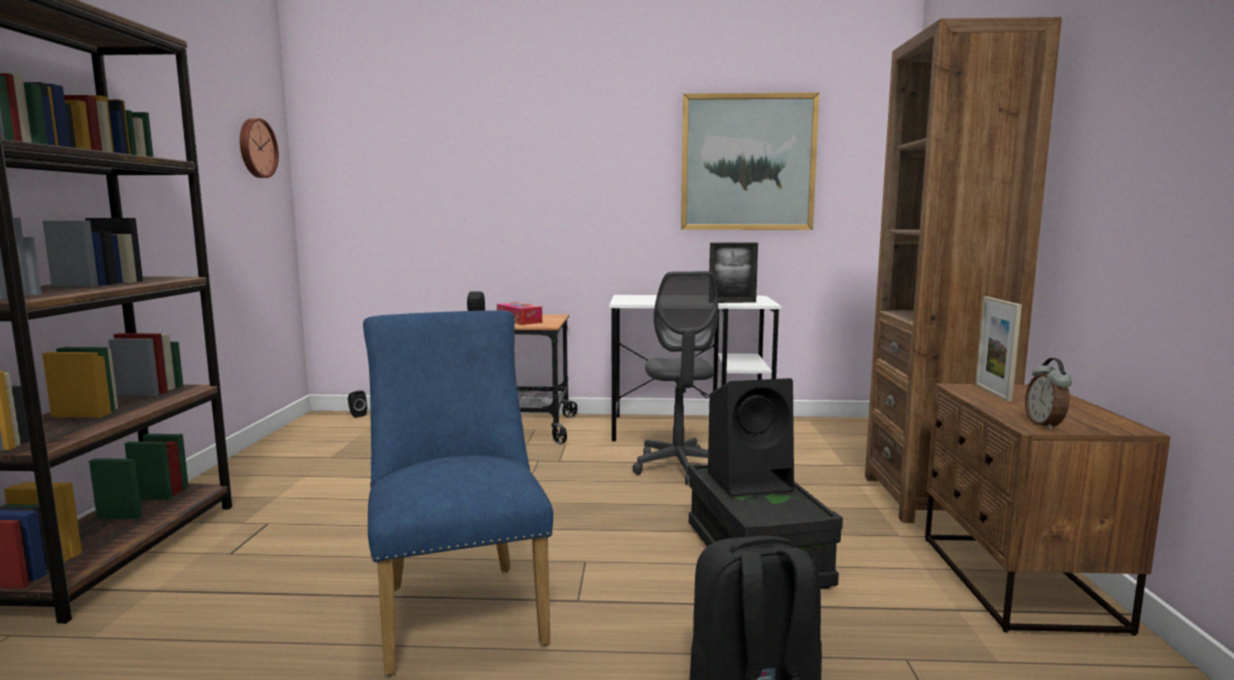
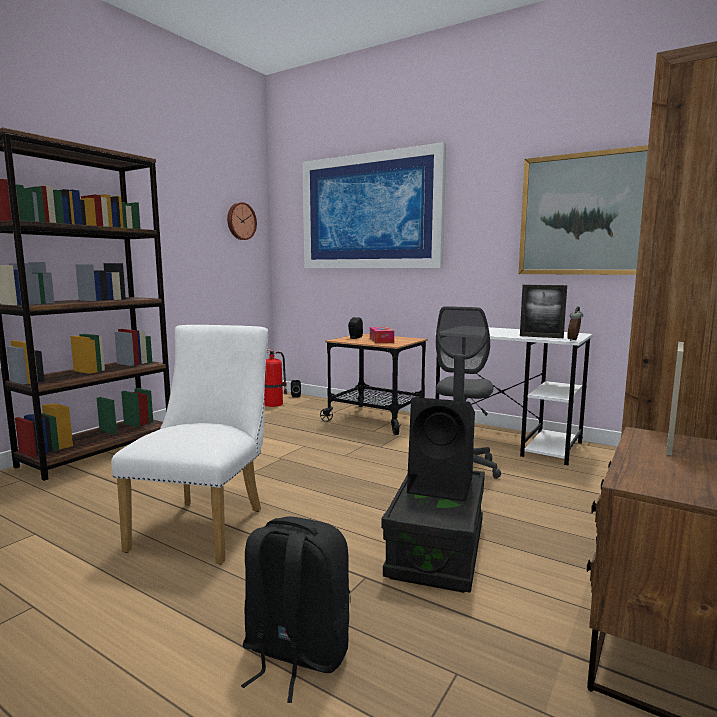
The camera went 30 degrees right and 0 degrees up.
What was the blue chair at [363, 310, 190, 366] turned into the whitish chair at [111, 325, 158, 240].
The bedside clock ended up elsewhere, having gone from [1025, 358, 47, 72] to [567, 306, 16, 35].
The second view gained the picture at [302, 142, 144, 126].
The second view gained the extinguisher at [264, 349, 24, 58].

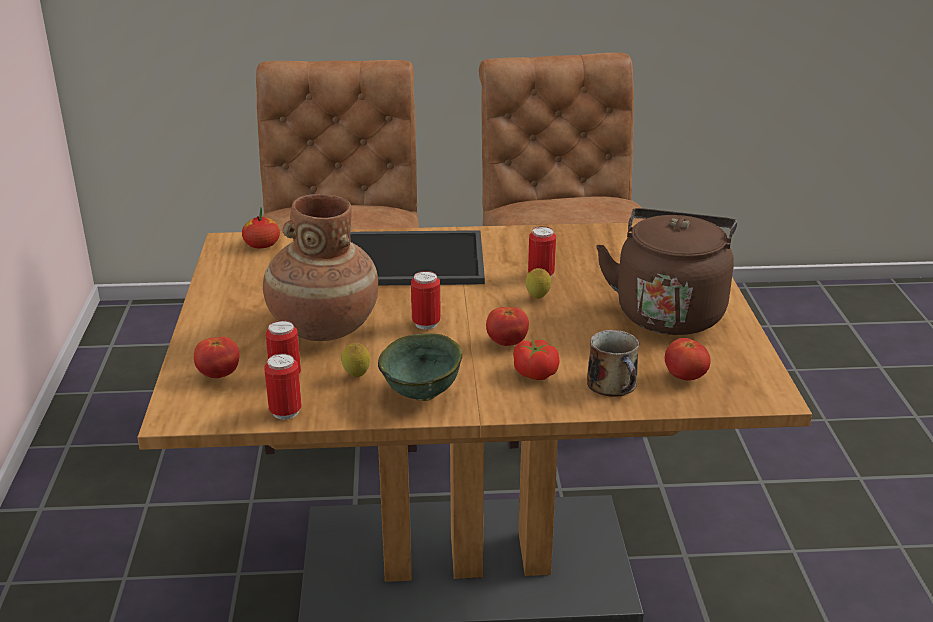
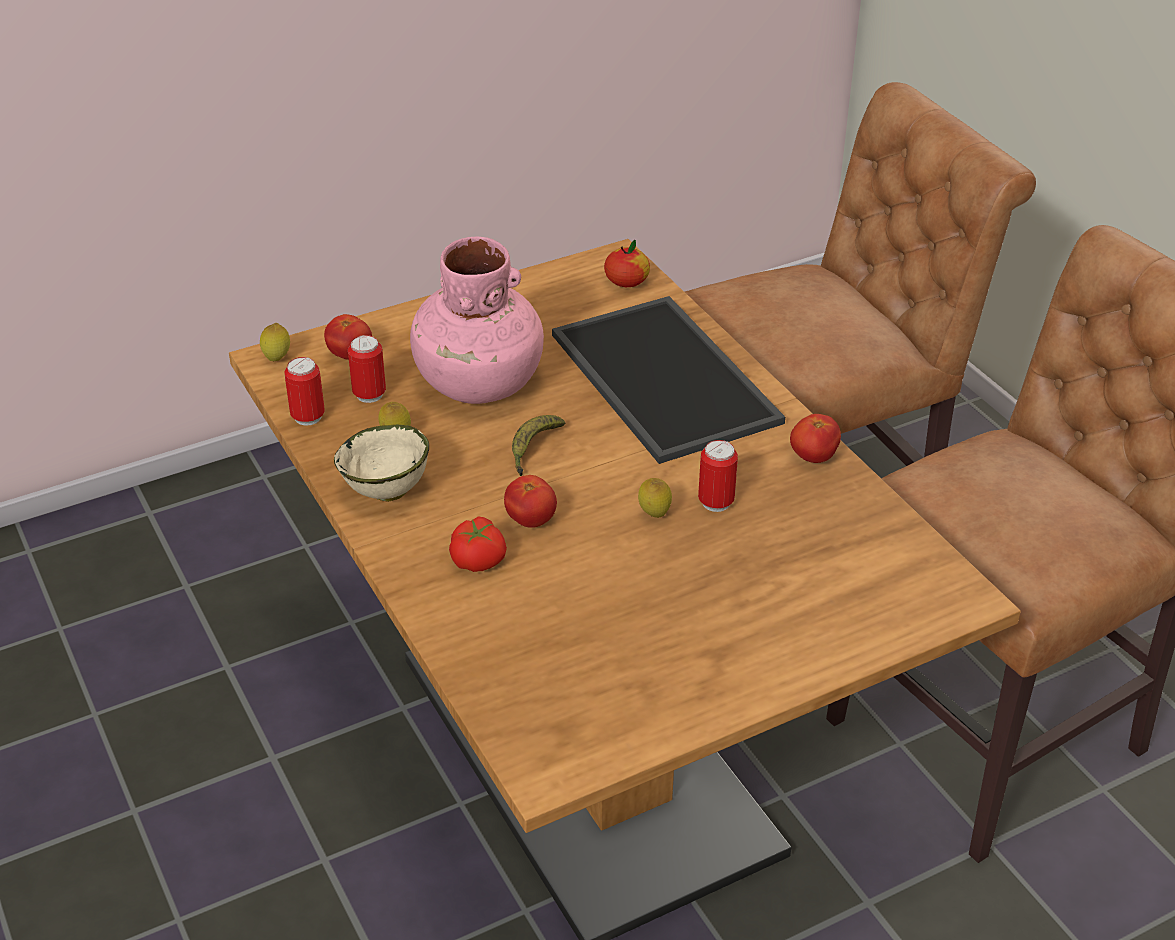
The camera went 65 degrees right and 10 degrees up.
What was the brown decorative vase at [263, 194, 115, 147] turned into the pink-coloured decorative vase at [410, 237, 134, 167].
The second view lost the brown kettle at [596, 208, 141, 127].
Where the sealed can stood at [411, 271, 30, 59], the banana fruit came to stand at [512, 415, 53, 61].
The second view lost the coffee mug at [587, 330, 52, 67].
What was the green-coloured deep dish at [378, 333, 85, 68] turned into the beige deep dish at [334, 425, 95, 77].
The fresh tomato ended up elsewhere, having gone from [665, 338, 46, 42] to [790, 414, 51, 49].
The second view gained the citrus fruit at [260, 323, 30, 38].

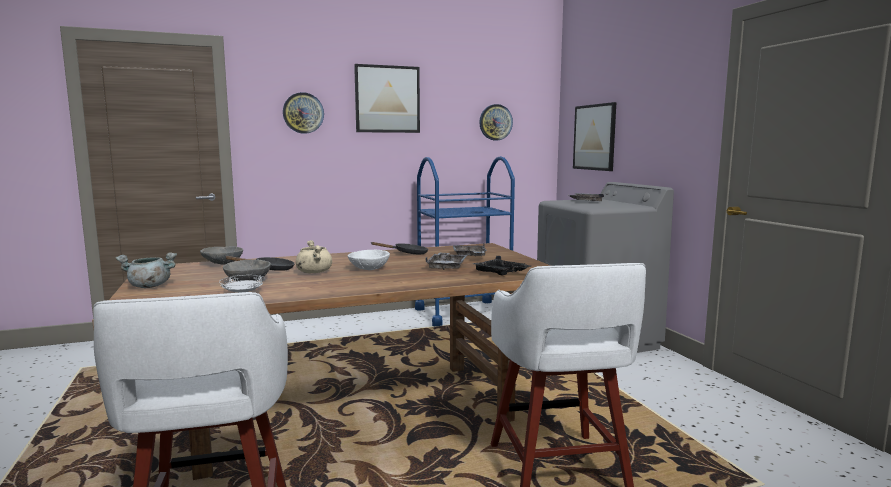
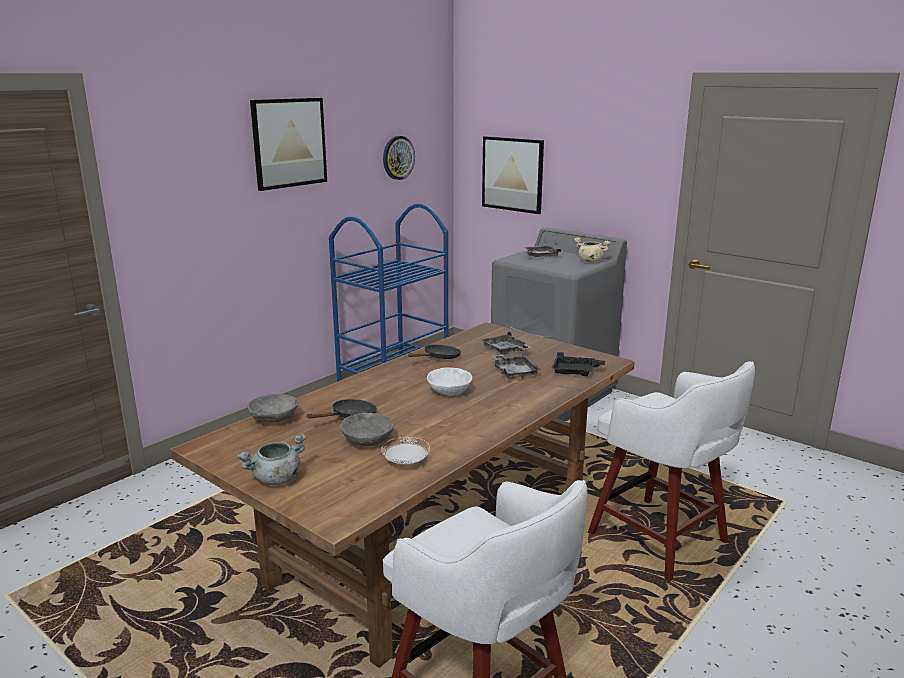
The camera went 30 degrees left and 10 degrees up.
The second view lost the clock on the wall at [283, 92, 41, 42].
The beige stockpot ended up elsewhere, having gone from [296, 240, 36, 33] to [574, 237, 37, 25].

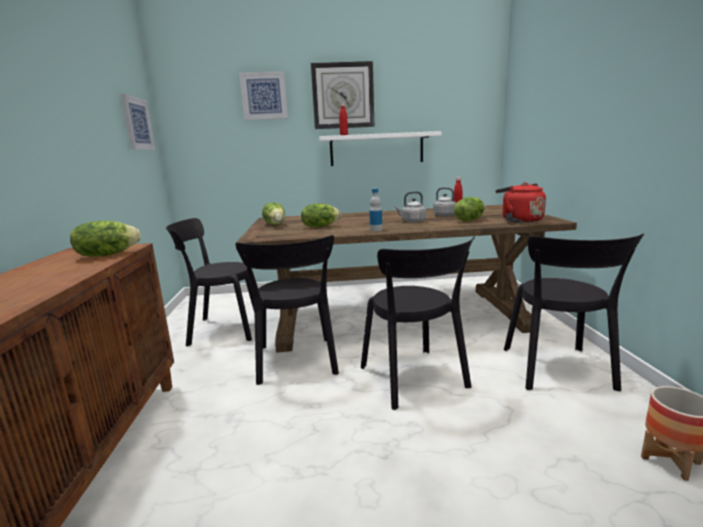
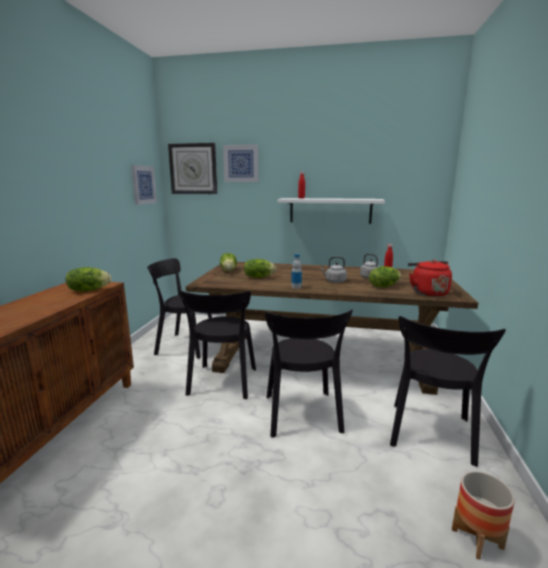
The camera went 15 degrees right and 0 degrees up.
The clock on the wall ended up elsewhere, having gone from [311, 61, 64, 68] to [168, 143, 49, 51].

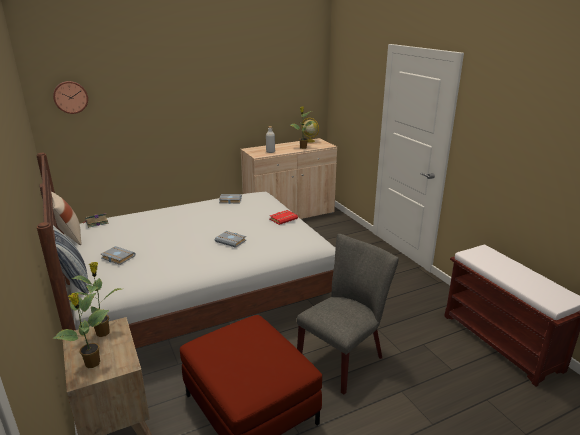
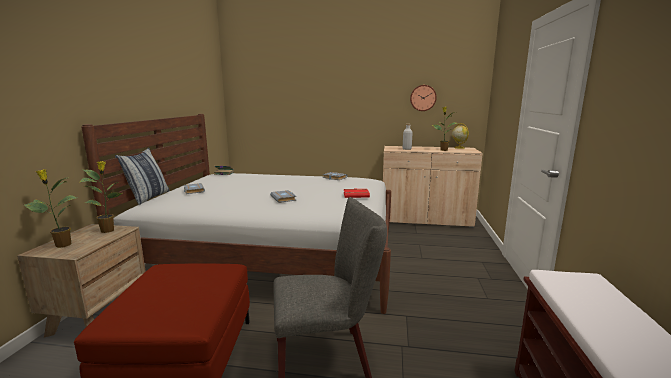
The camera went 35 degrees right and 10 degrees down.
The clock on the wall ended up elsewhere, having gone from [53, 81, 35, 33] to [410, 85, 27, 26].
The second view lost the beige cushion at [51, 192, 30, 53].

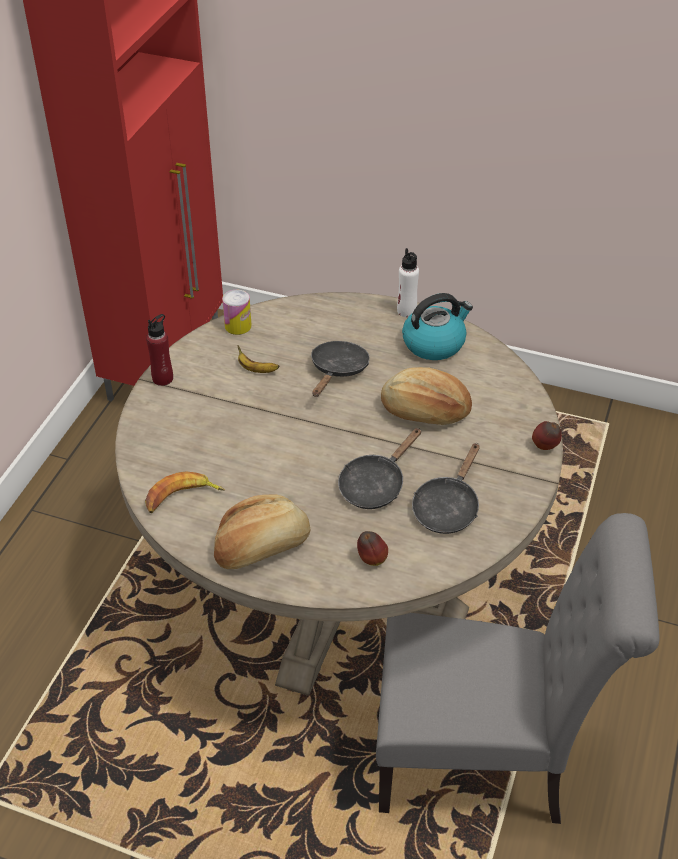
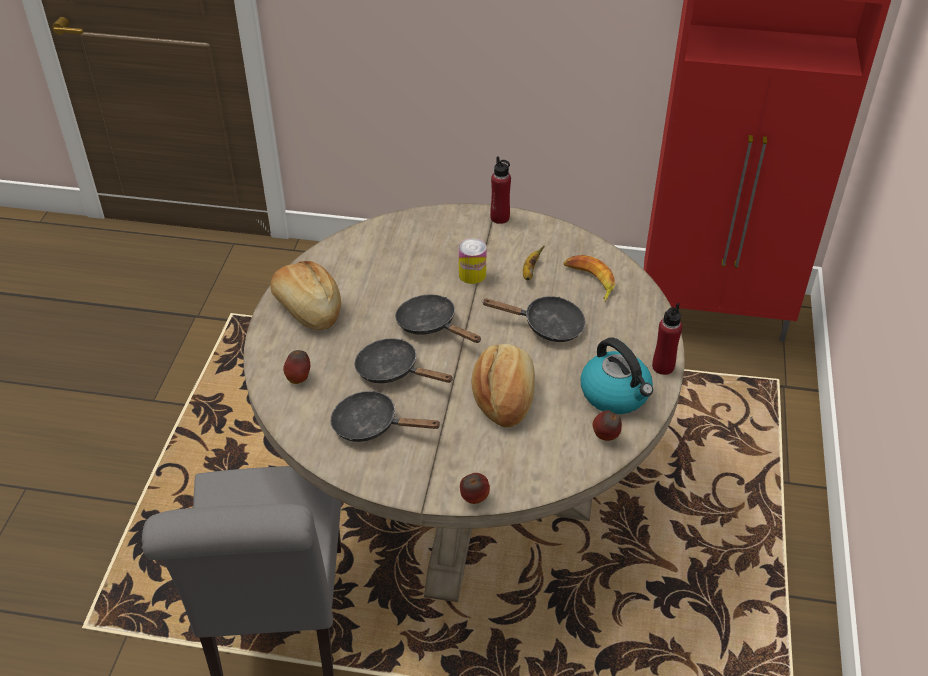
The camera went 80 degrees right and 0 degrees up.
What was the whitish beverage bottle at [397, 248, 22, 69] turned into the red beverage bottle at [652, 303, 30, 72].
The sealed can ended up elsewhere, having gone from [222, 290, 30, 45] to [459, 238, 28, 46].
The banana fruit ended up elsewhere, having gone from [145, 471, 80, 42] to [564, 255, 51, 47].
The second view gained the black-coloured skillet at [395, 294, 86, 49].
The second view gained the apple fruit at [592, 410, 30, 31].

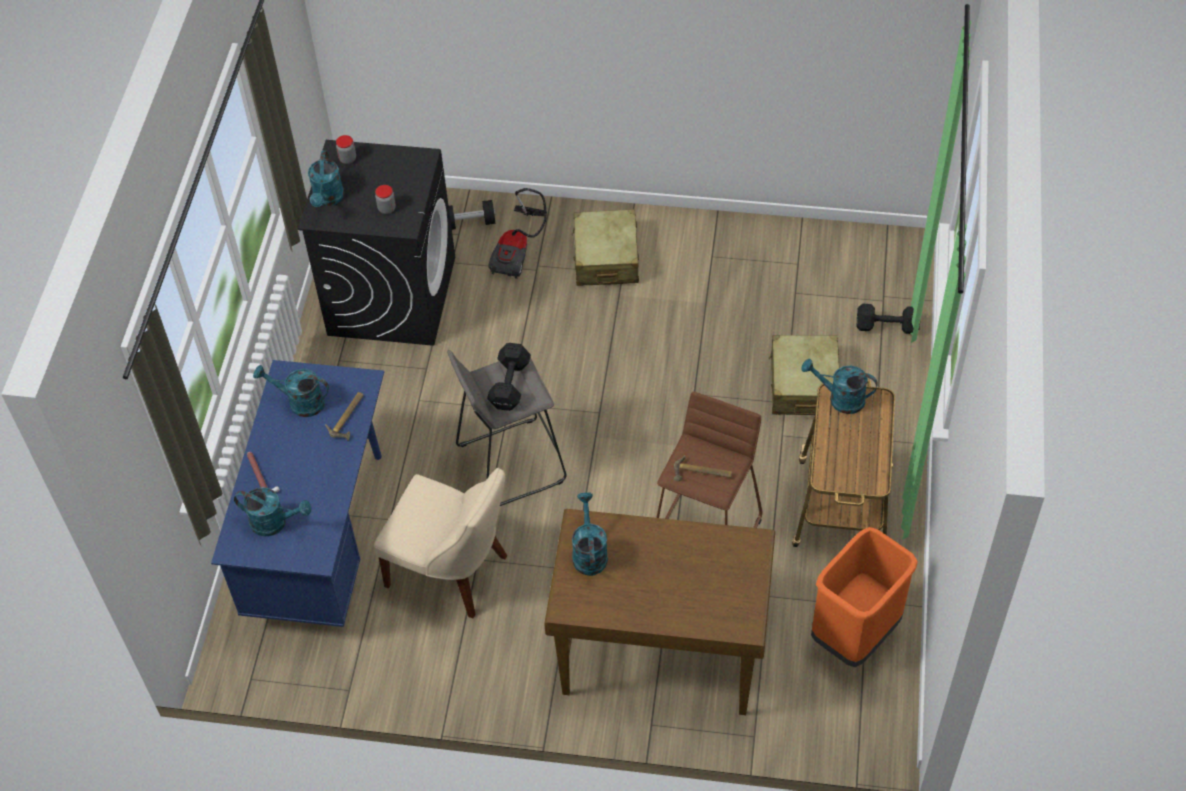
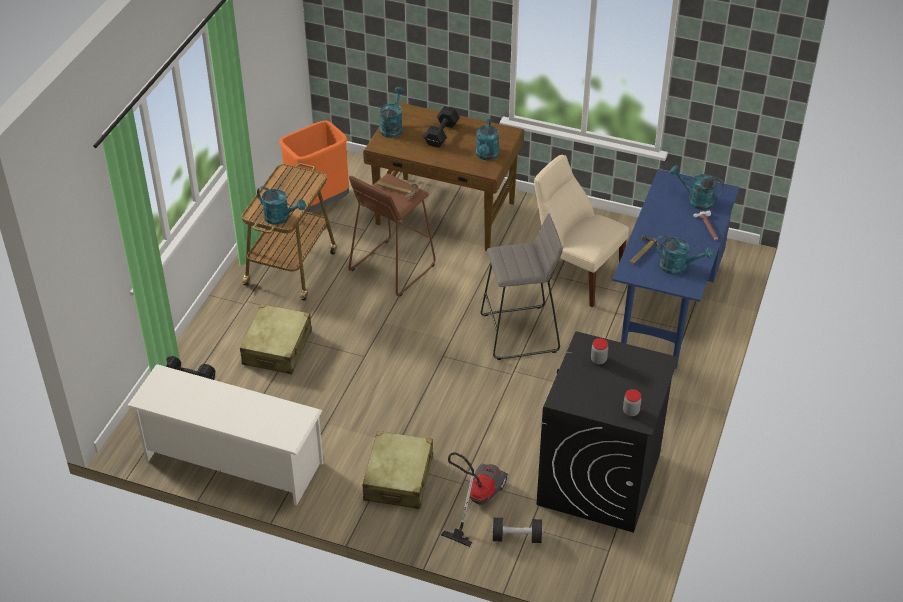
The camera went 170 degrees left and 10 degrees down.
The turquoise-coloured sprinkling can ended up elsewhere, having gone from [308, 151, 36, 56] to [380, 87, 24, 51].
The black-coloured free weight ended up elsewhere, having gone from [487, 343, 44, 68] to [423, 106, 37, 42].
The second view gained the whitish shoe shelf at [127, 364, 197, 141].

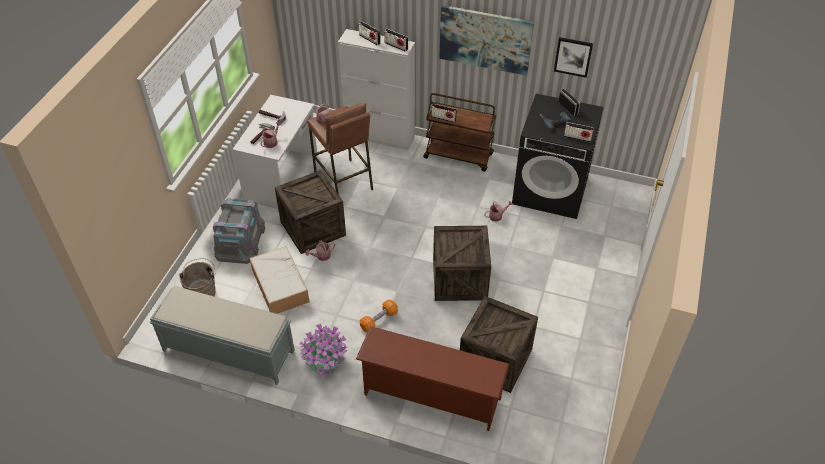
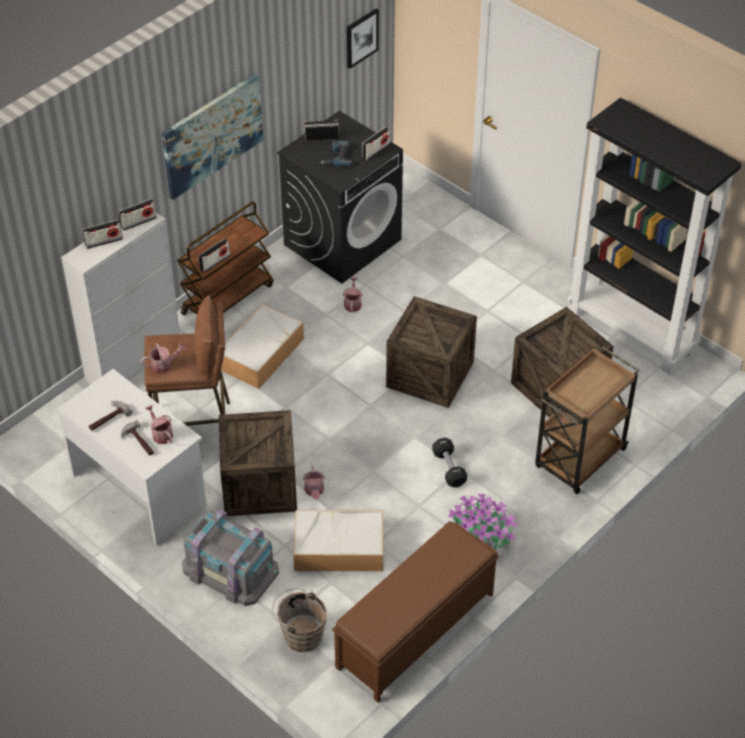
The camera went 65 degrees left and 0 degrees up.
The picture ended up elsewhere, having gone from [554, 37, 39, 41] to [347, 9, 32, 60].
What was the grey bench at [150, 286, 145, 99] turned into the brown bench at [332, 521, 167, 182].
What was the orangey free weight at [360, 300, 38, 32] turned into the black-coloured free weight at [432, 438, 35, 49].
Where the brown shoe shelf stood at [356, 326, 153, 105], the brown wheeled cart came to stand at [535, 346, 104, 148].
The second view gained the black-coloured shelving unit at [567, 98, 175, 277].
The second view gained the storage container at [221, 303, 83, 86].

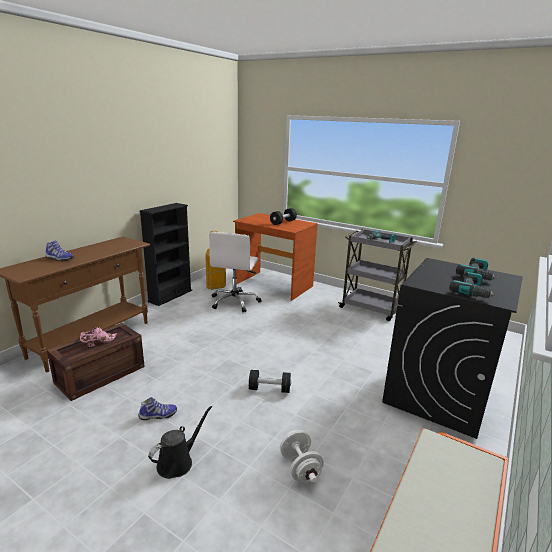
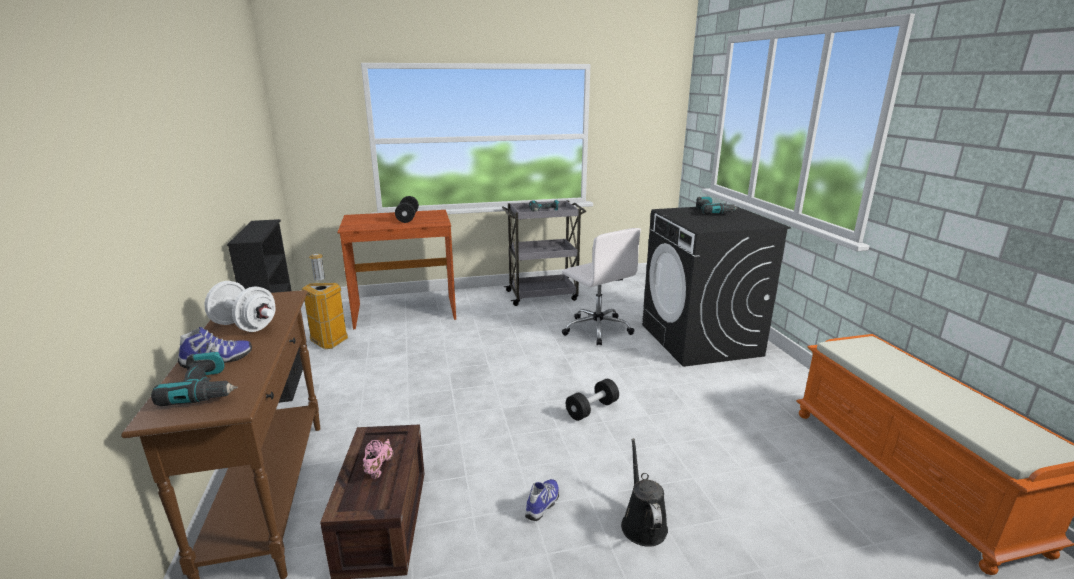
The camera went 45 degrees left and 0 degrees up.
The whitish office chair ended up elsewhere, having gone from [209, 232, 52, 80] to [562, 228, 79, 118].
The electric drill ended up elsewhere, having gone from [449, 271, 47, 27] to [151, 352, 87, 54].
The whitish free weight ended up elsewhere, having gone from [280, 430, 44, 53] to [204, 281, 71, 51].

